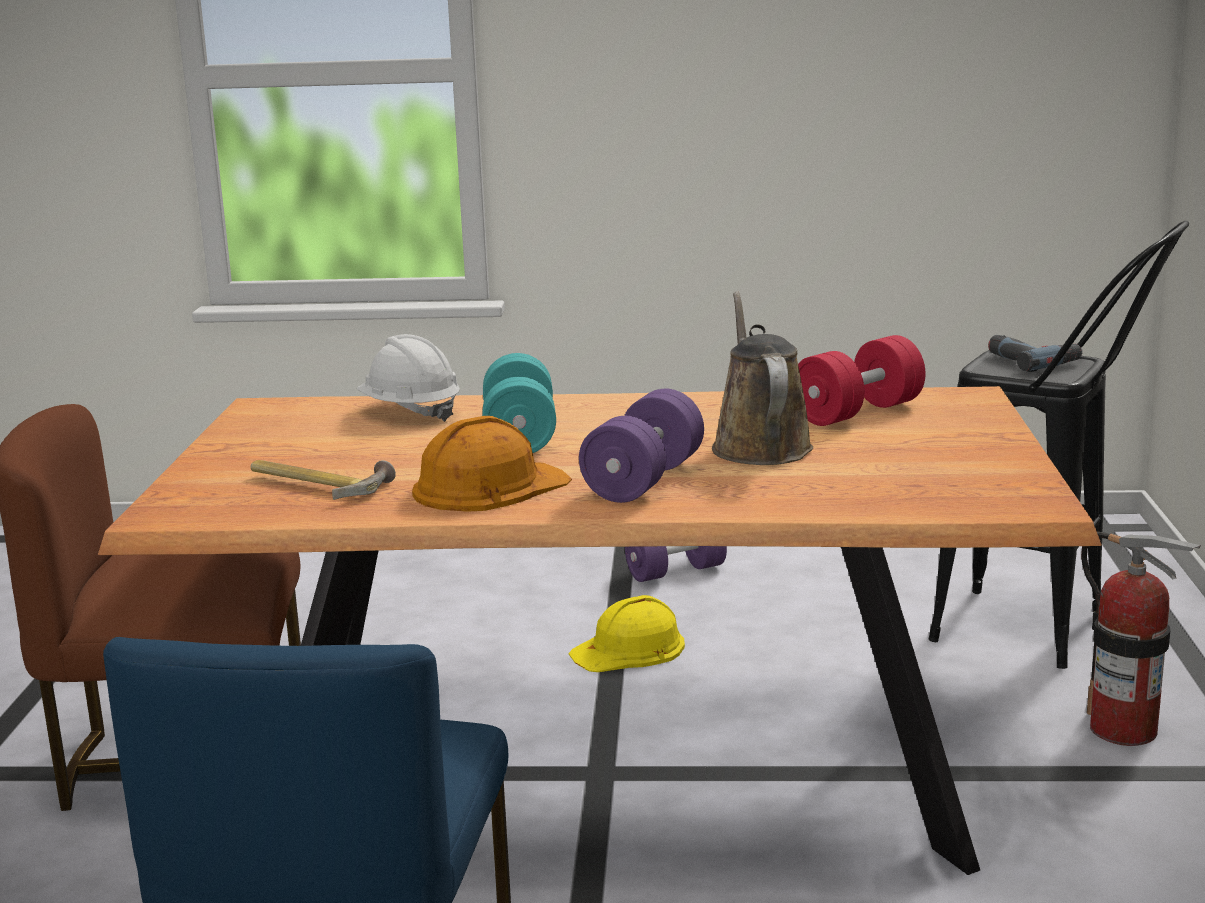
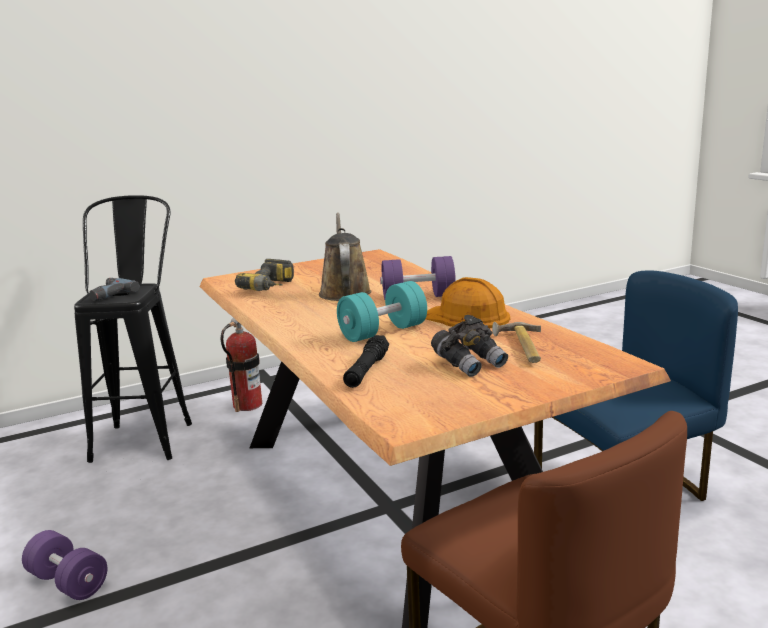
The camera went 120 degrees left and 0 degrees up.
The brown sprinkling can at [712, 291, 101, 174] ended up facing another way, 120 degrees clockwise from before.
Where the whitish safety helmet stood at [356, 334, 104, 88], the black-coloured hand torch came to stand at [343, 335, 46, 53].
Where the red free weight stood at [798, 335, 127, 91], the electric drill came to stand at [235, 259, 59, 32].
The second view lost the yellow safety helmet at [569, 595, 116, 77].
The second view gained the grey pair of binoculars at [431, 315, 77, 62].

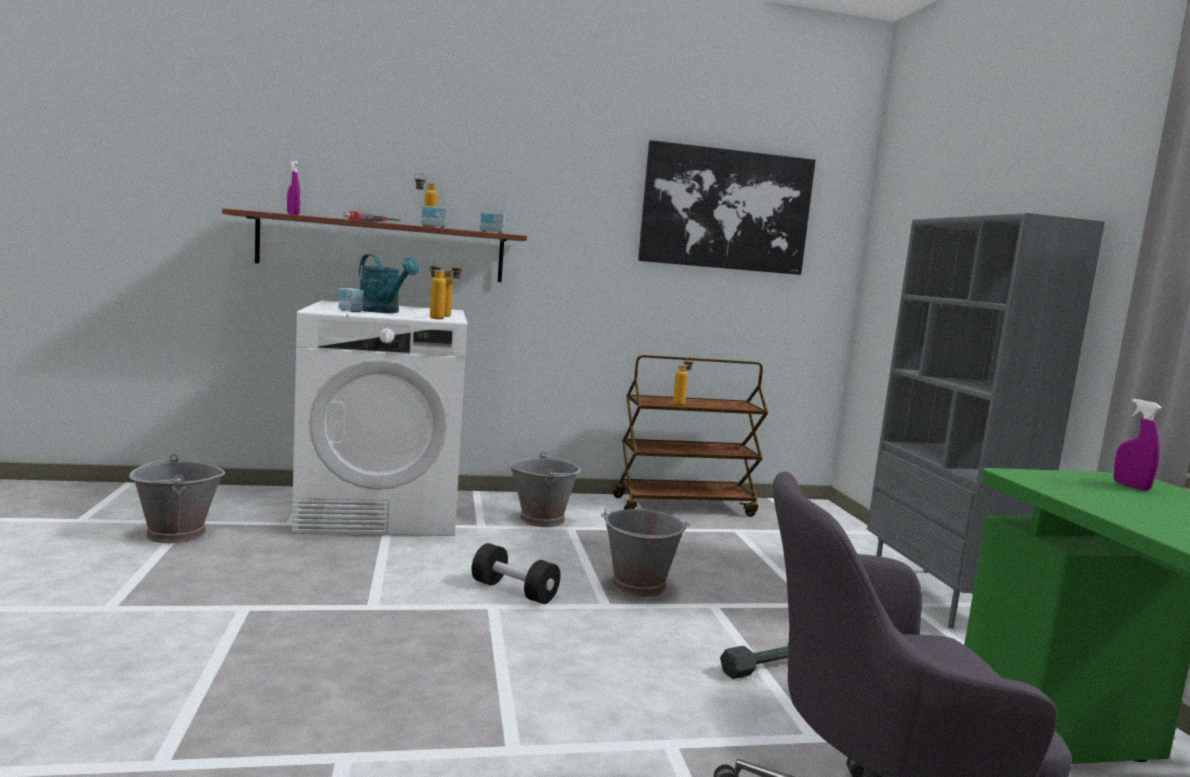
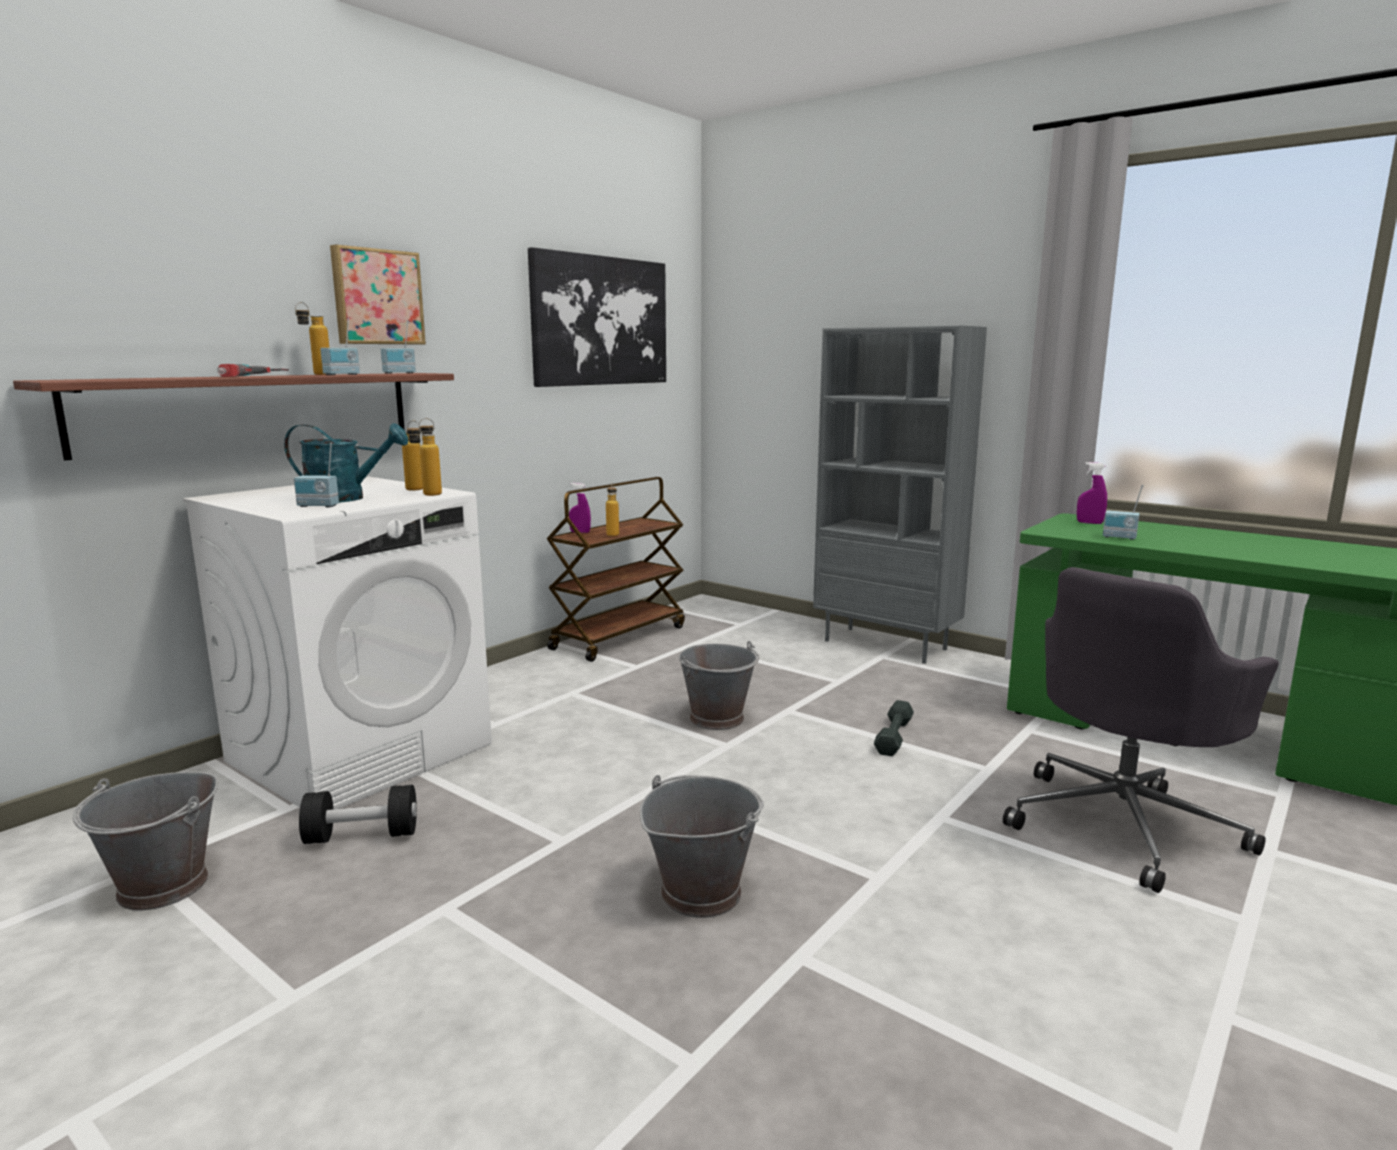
The camera went 40 degrees left and 5 degrees up.
The purple-coloured sprayer ended up elsewhere, having gone from [287, 161, 13, 54] to [569, 483, 22, 50].
The grey water bucket ended up elsewhere, having gone from [509, 452, 72, 75] to [640, 775, 124, 143].
The black-coloured free weight ended up elsewhere, having gone from [471, 543, 90, 61] to [299, 785, 118, 59].
The second view gained the picture at [330, 244, 96, 101].
The second view gained the radio at [1103, 485, 40, 55].

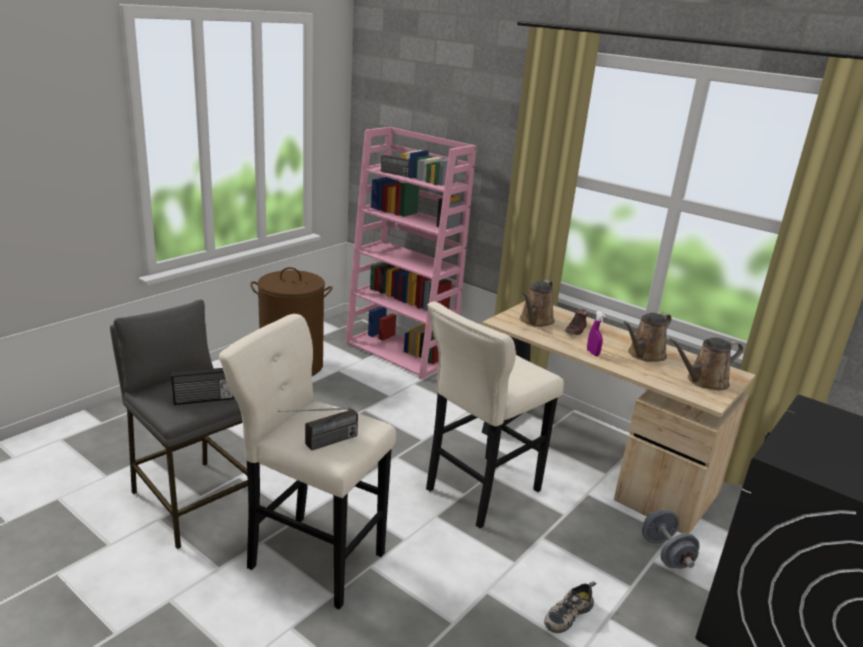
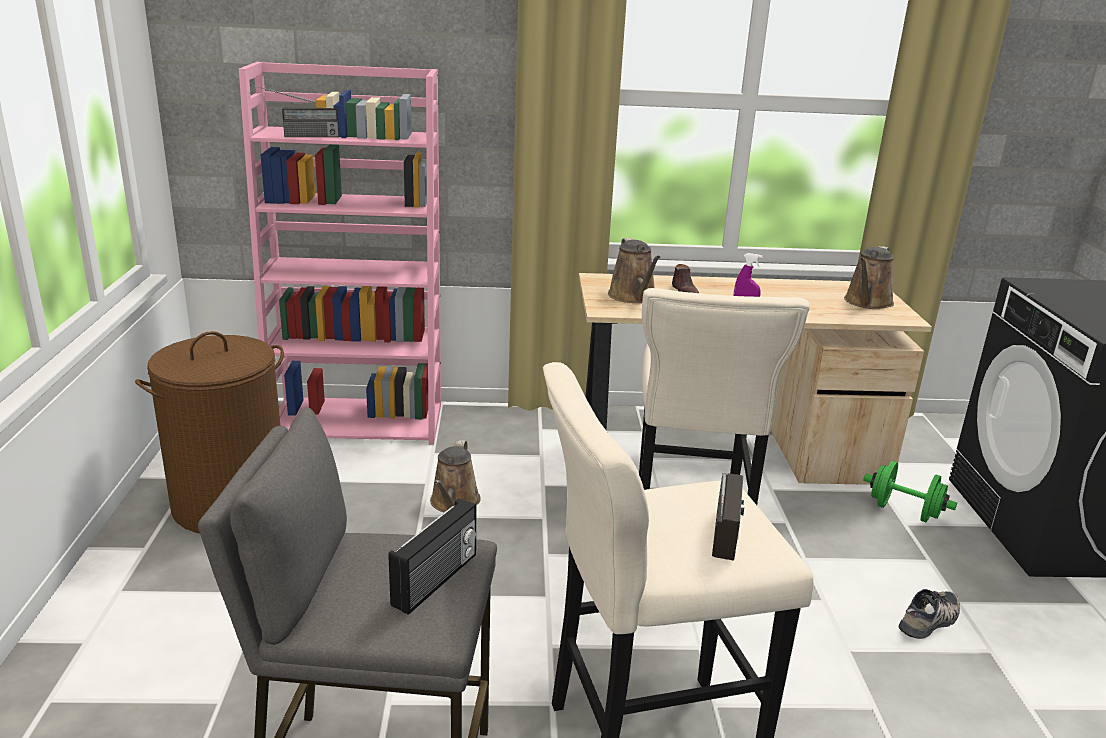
The camera went 40 degrees left and 0 degrees up.
The brown sprinkling can ended up elsewhere, having gone from [623, 313, 48, 49] to [430, 440, 51, 72].
What was the grey free weight at [642, 510, 58, 59] turned into the green-coloured free weight at [863, 461, 94, 61].
The shoe at [544, 581, 52, 52] ended up facing another way, 135 degrees counterclockwise from before.

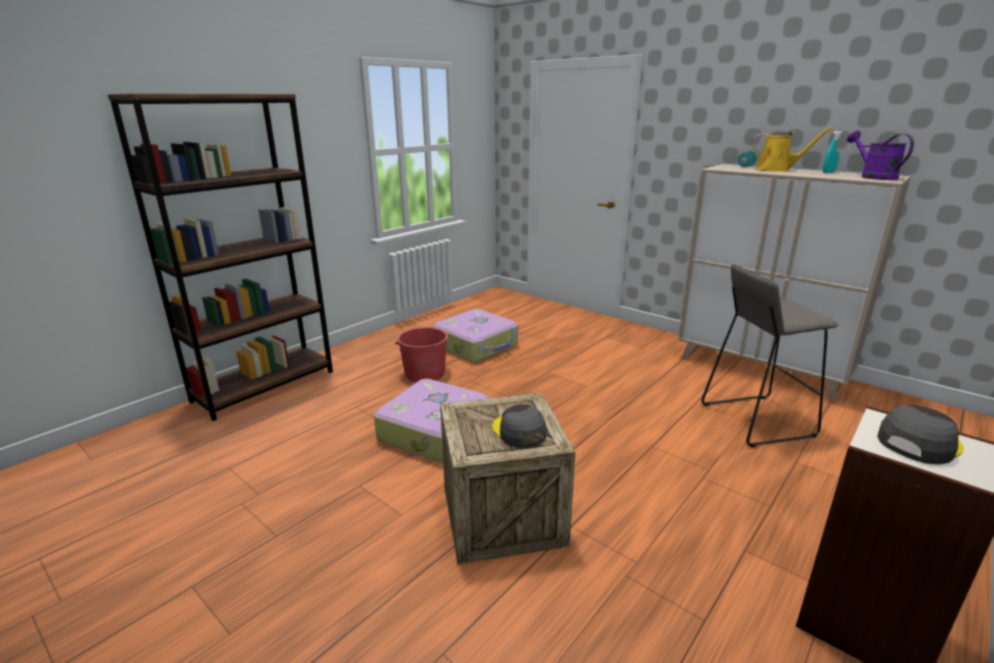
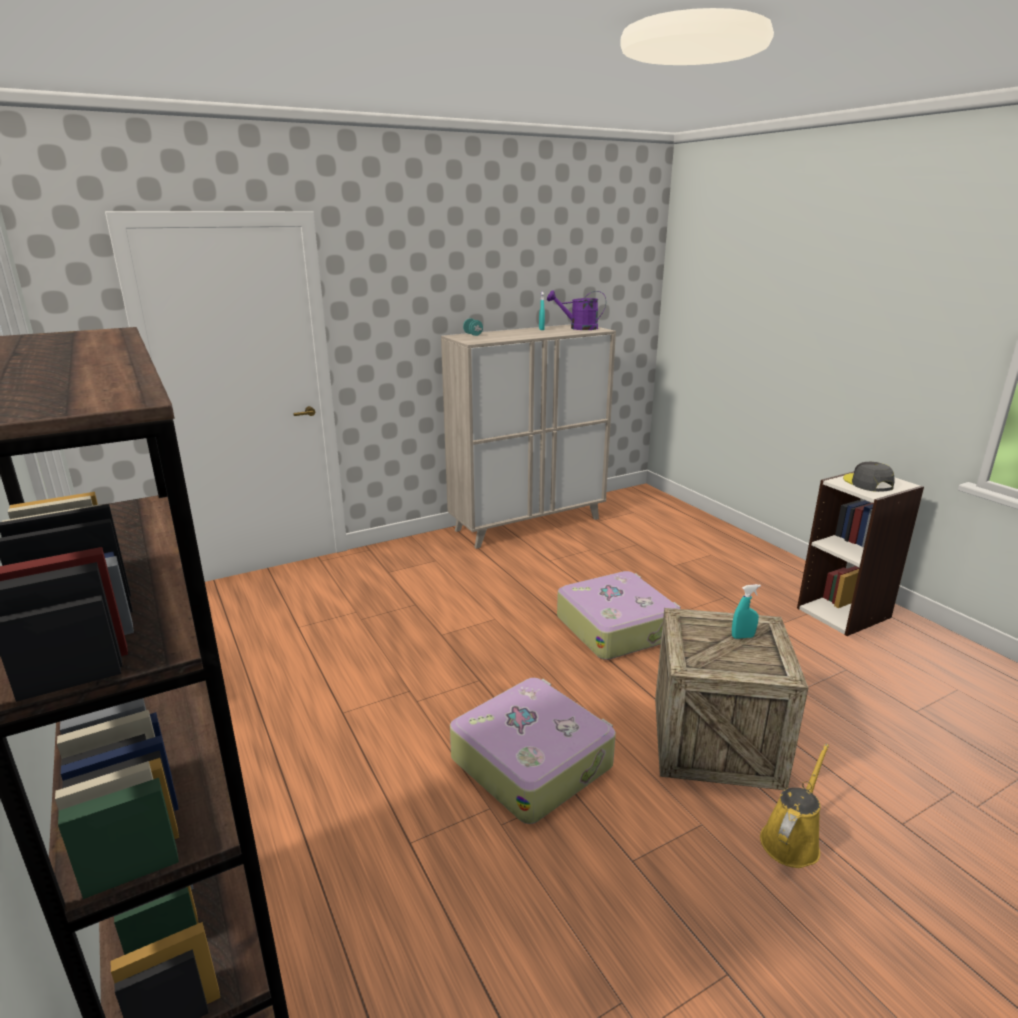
The camera went 70 degrees left and 0 degrees up.
The yellow sprinkling can ended up elsewhere, having gone from [751, 127, 82, 45] to [760, 744, 69, 124].
The second view lost the grey stool seat at [701, 264, 137, 183].
The suitcase ended up elsewhere, having gone from [433, 309, 85, 54] to [557, 571, 124, 89].
The second view lost the red water bucket at [395, 327, 54, 55].
Where the grey baseball cap stood at [492, 404, 55, 44], the turquoise-coloured sprayer came to stand at [732, 584, 29, 55].

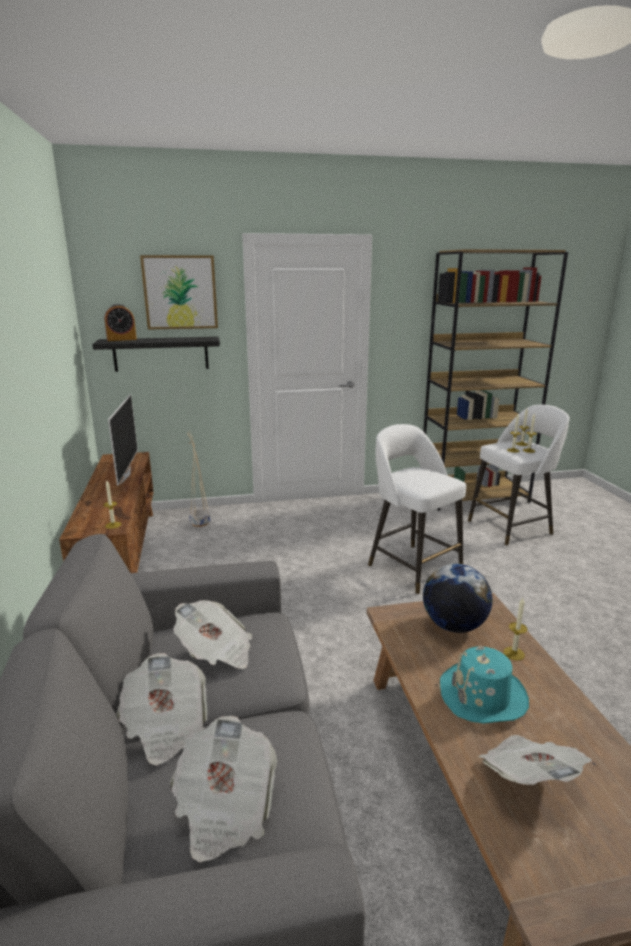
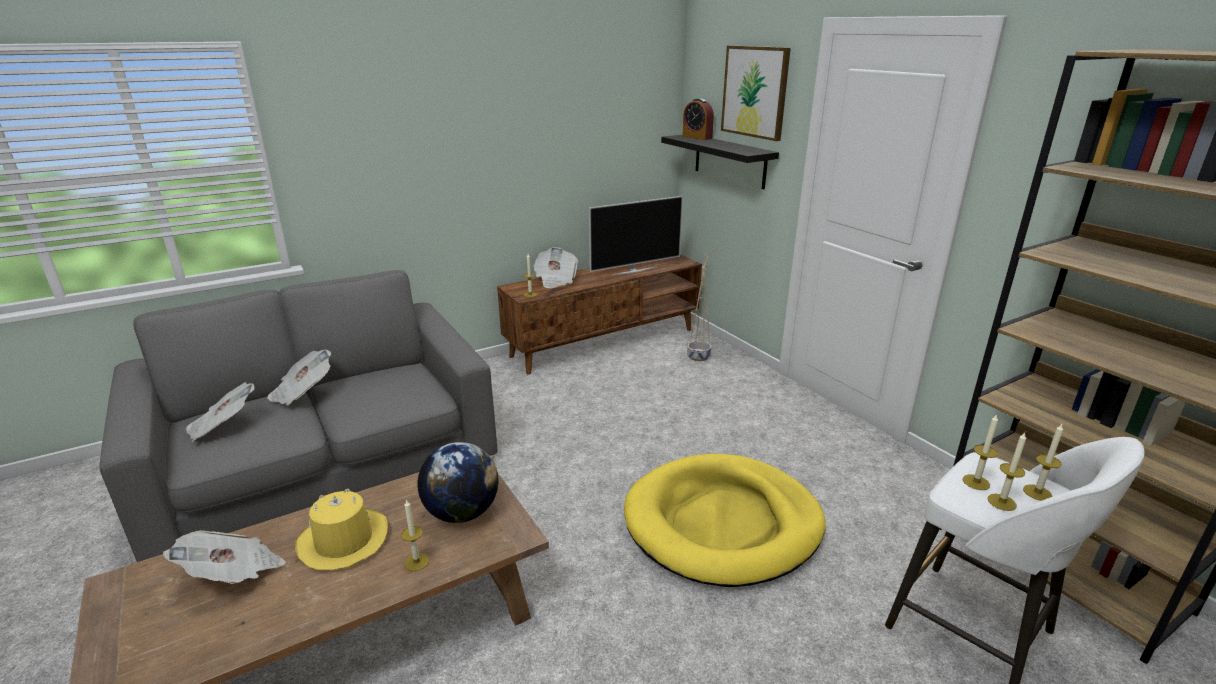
The camera went 70 degrees right and 5 degrees up.
Where the whitish stool seat stood at [368, 424, 98, 170], the yellow dog cushion came to stand at [624, 454, 202, 133].
The printed paper ended up elsewhere, having gone from [173, 600, 79, 69] to [533, 247, 45, 41].
What was the turquoise-coloured hat at [440, 646, 89, 78] turned into the yellow hat at [295, 488, 93, 82].

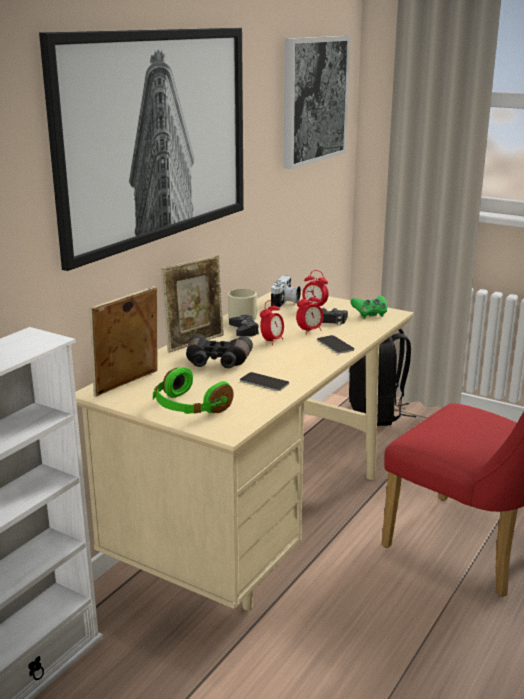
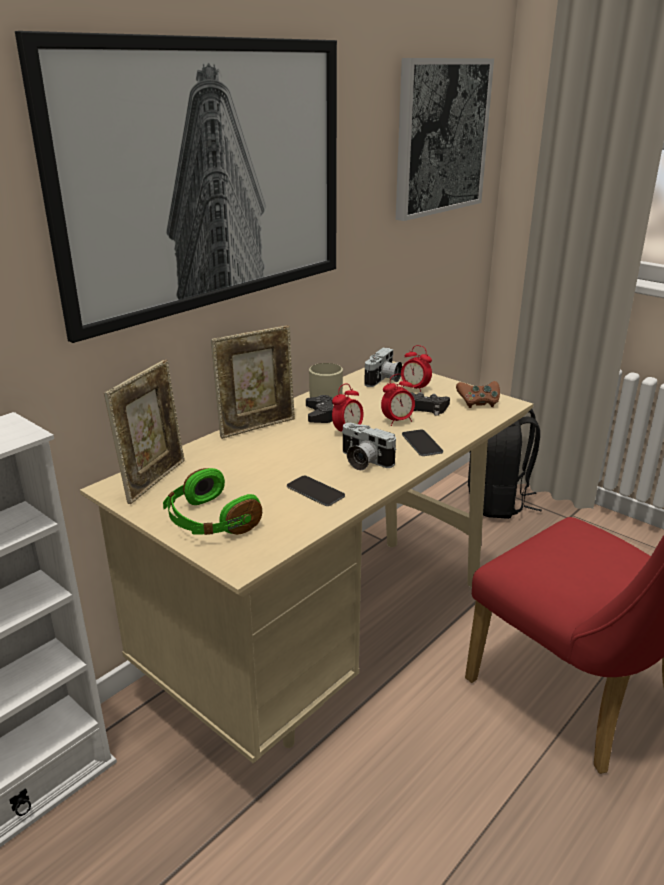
The camera went 10 degrees right and 5 degrees up.
The photo frame at [90, 286, 67, 110] ended up facing another way, 150 degrees clockwise from before.
What was the green-coloured joypad at [351, 296, 36, 22] turned into the brown joypad at [456, 381, 44, 27].
The second view lost the black-coloured pair of binoculars at [186, 334, 67, 34].
The second view gained the still camera at [342, 423, 54, 47].

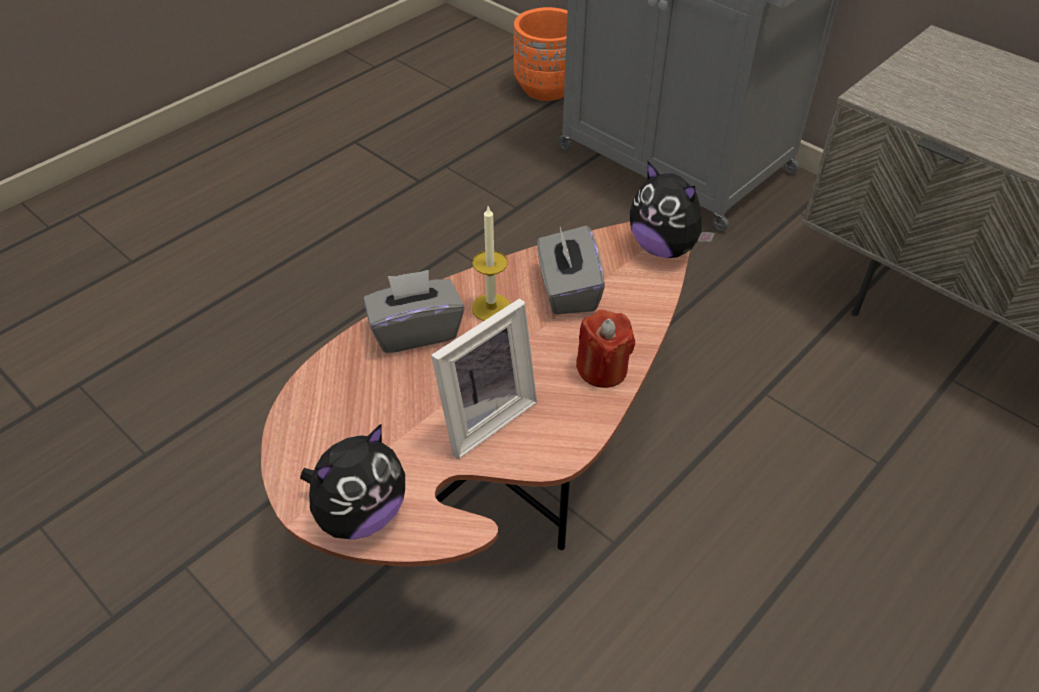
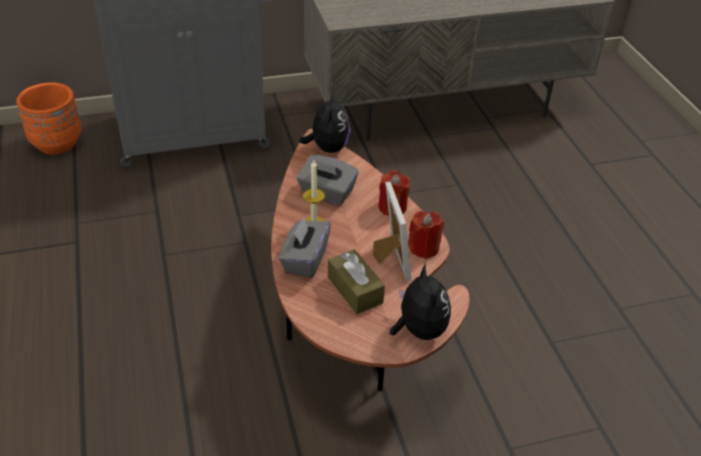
The camera went 60 degrees left and 5 degrees down.
The soft toy at [630, 162, 85, 96] ended up facing another way, 75 degrees counterclockwise from before.
The second view gained the red wax candle at [408, 211, 36, 48].
The second view gained the brown tissue holder at [328, 249, 57, 65].

